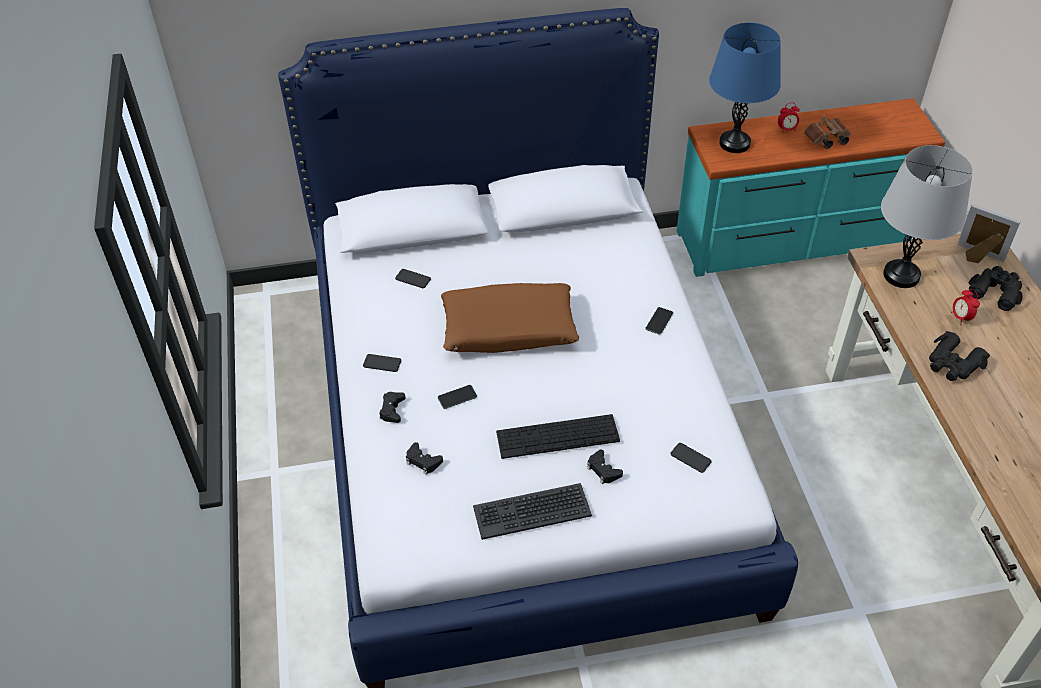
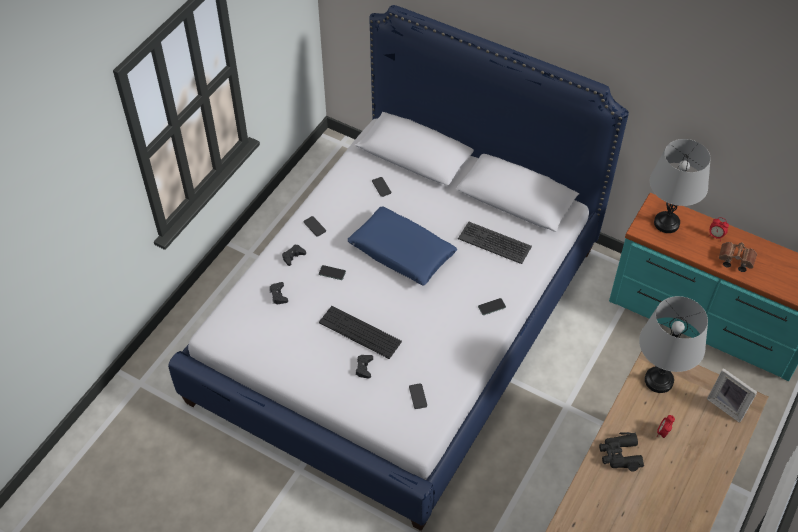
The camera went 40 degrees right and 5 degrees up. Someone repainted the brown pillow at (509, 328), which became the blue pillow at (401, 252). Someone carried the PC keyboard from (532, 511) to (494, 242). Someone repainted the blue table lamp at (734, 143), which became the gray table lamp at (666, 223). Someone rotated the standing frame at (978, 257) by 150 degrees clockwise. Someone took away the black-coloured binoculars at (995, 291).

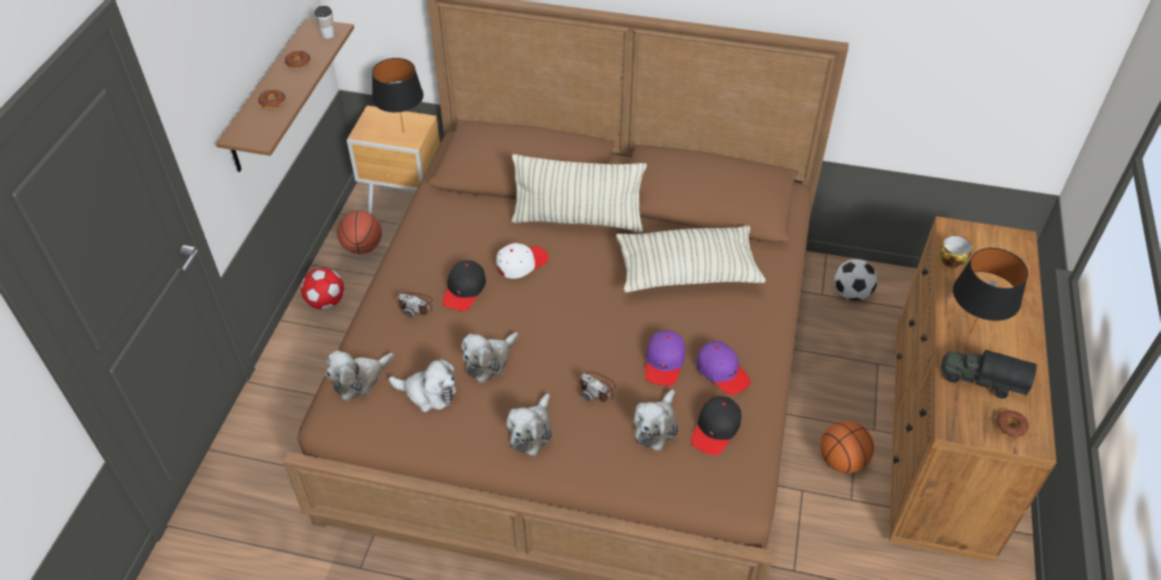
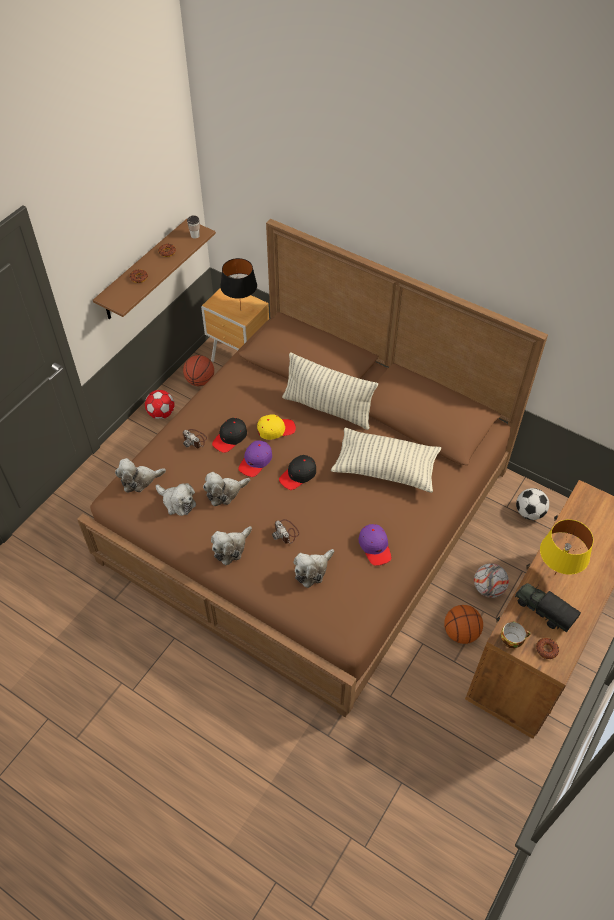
The camera went 20 degrees right and 5 degrees up. Someone carried the purple-coloured peaked cap from (664, 362) to (255, 461). Someone repainted the white-coloured peaked cap at (521, 263), which became the yellowish peaked cap at (276, 429). Someone carried the black-coloured peaked cap from (716, 429) to (298, 475). Someone put down the football at (488, 588). Someone carried the small cup from (952, 259) to (512, 639). Someone repainted the black-coloured table lamp at (970, 334), which became the yellowish table lamp at (554, 575).

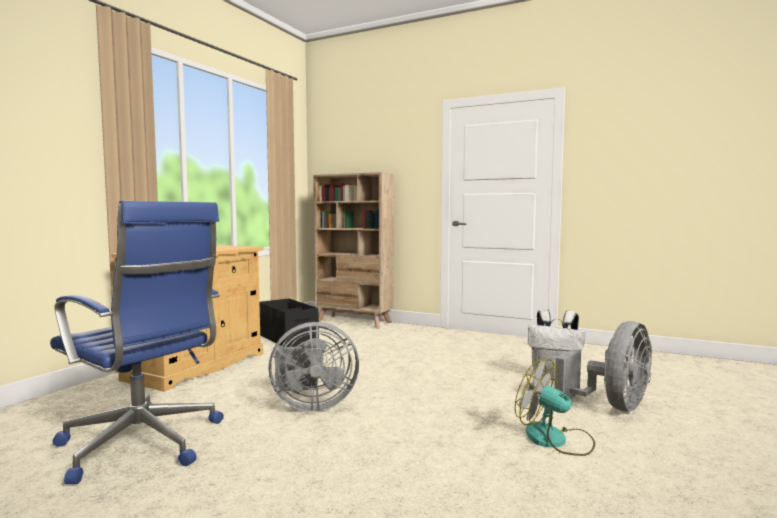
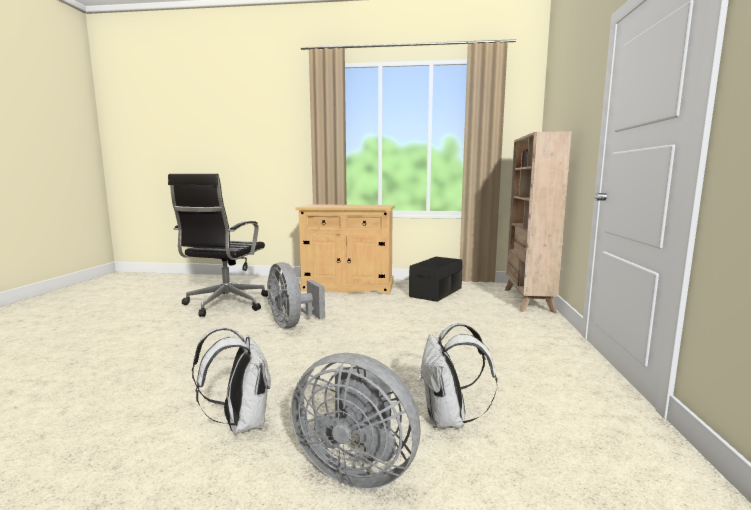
The camera went 70 degrees right and 5 degrees up. Someone repainted the blue office chair at (143, 445), which became the black-coloured office chair at (225, 304). Someone swapped the fan at (555, 440) for the white-coloured knapsack at (241, 423).

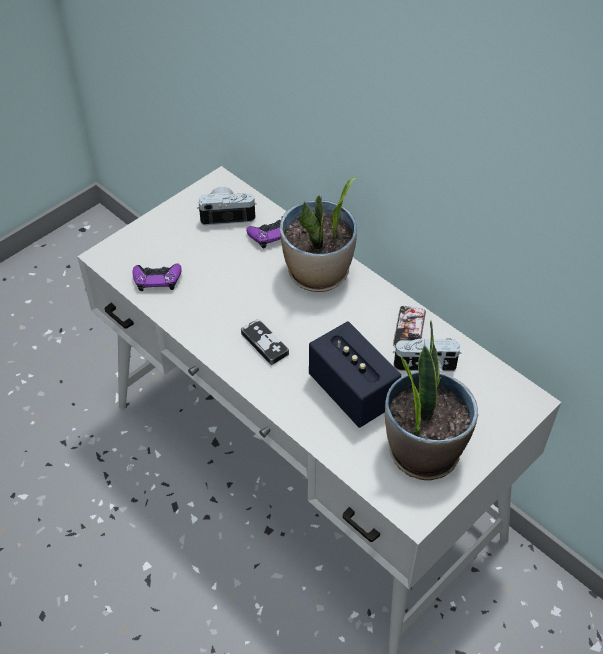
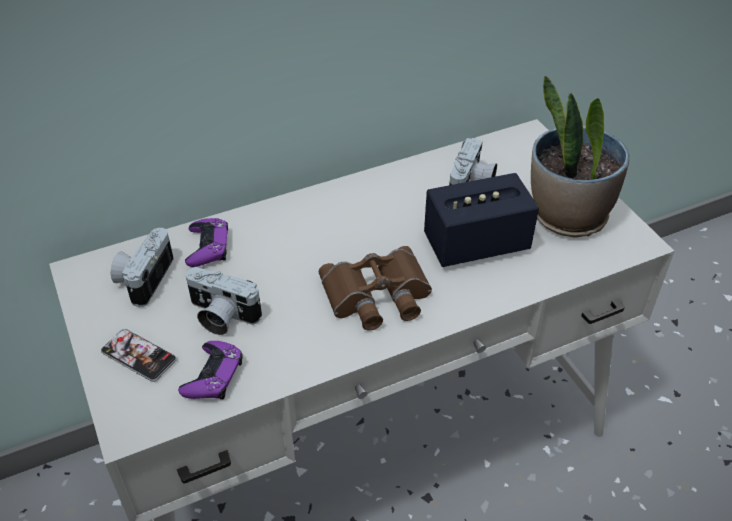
The camera went 70 degrees left and 5 degrees down. Someone carried the phone from (409, 328) to (139, 356). Someone put down the still camera at (221, 316). Someone swapped the joypad at (264, 343) for the brown binoculars at (377, 296). Someone took away the houseplant at (318, 274).

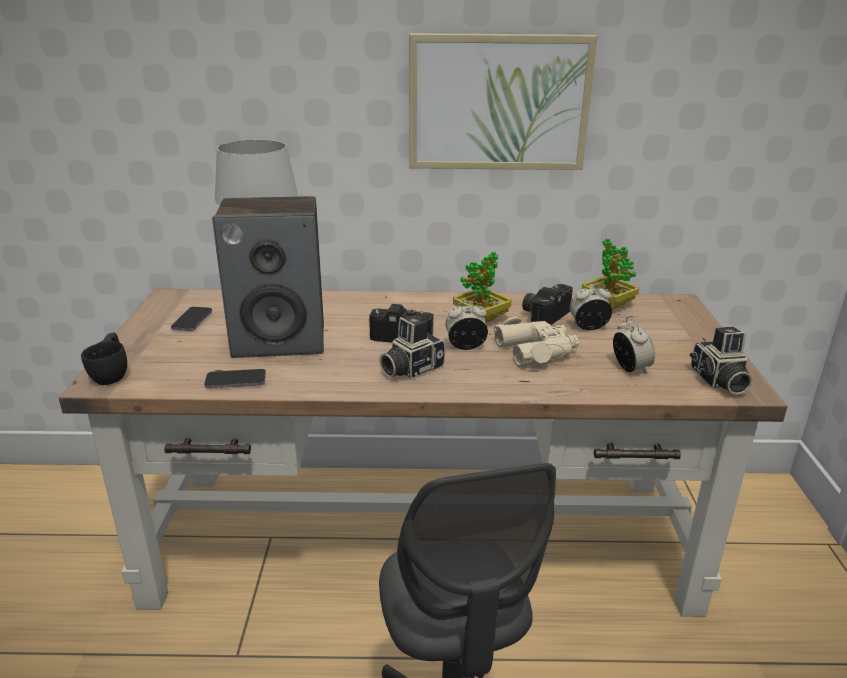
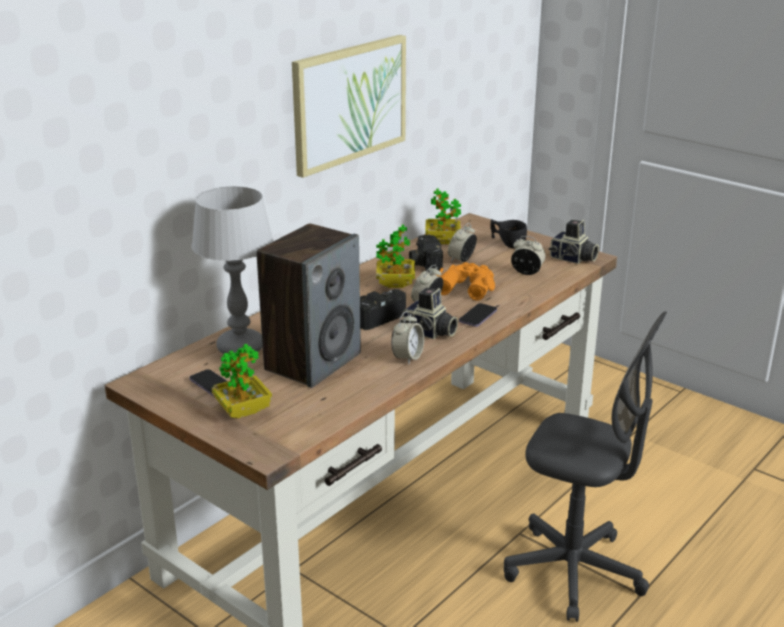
The camera went 50 degrees left and 0 degrees up. Someone put down the houseplant at (243, 410). Someone put down the table clock at (407, 357). Someone rotated the still camera at (410, 369) by 60 degrees counterclockwise. Someone repainted the beige binoculars at (537, 350), which became the orangey binoculars at (466, 286). Someone carried the phone from (235, 381) to (478, 316). Someone carried the black-coloured small cup from (112, 373) to (507, 243).

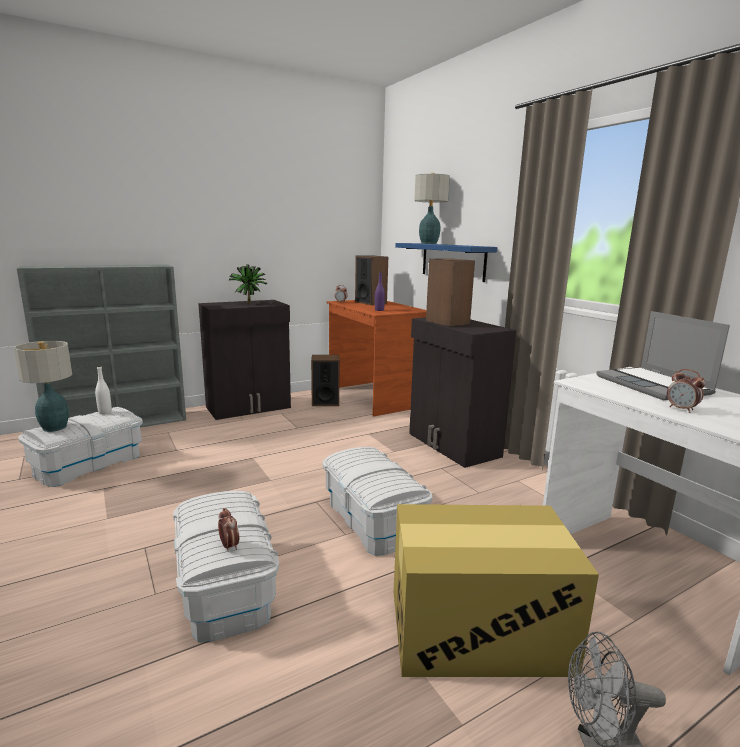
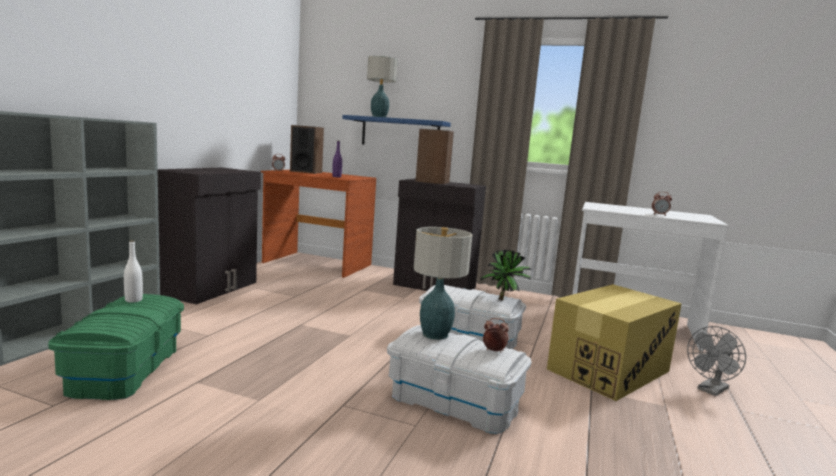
The camera went 40 degrees left and 5 degrees down. Someone repainted the white-coloured storage container at (88, 464), which became the green storage container at (125, 369). Someone carried the table lamp from (55, 428) to (436, 334). Someone carried the houseplant from (250, 303) to (504, 300). Someone took away the audio speaker at (325, 402). Someone took away the notebook computer at (654, 386).

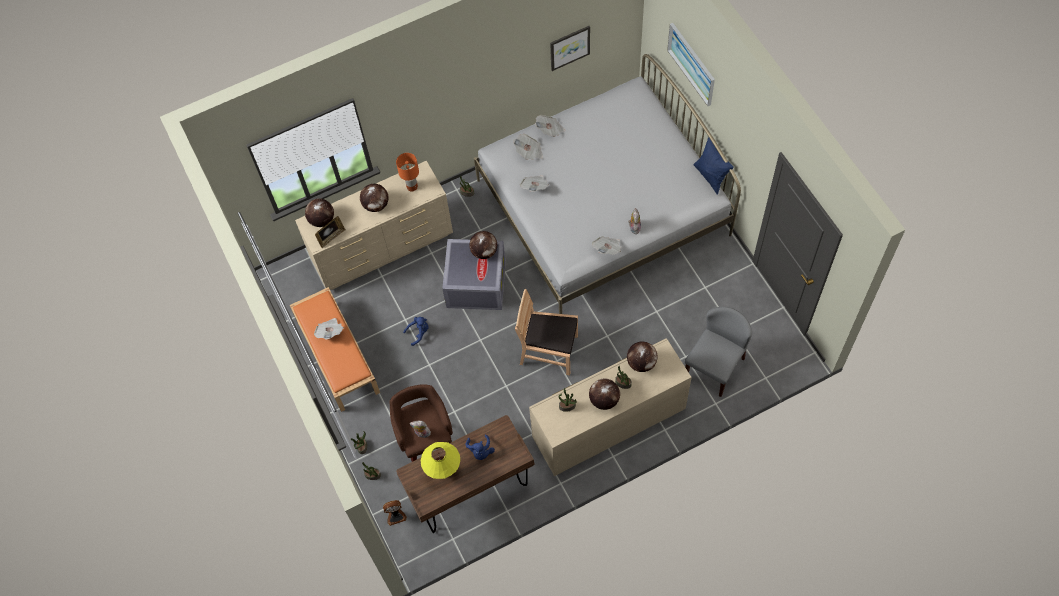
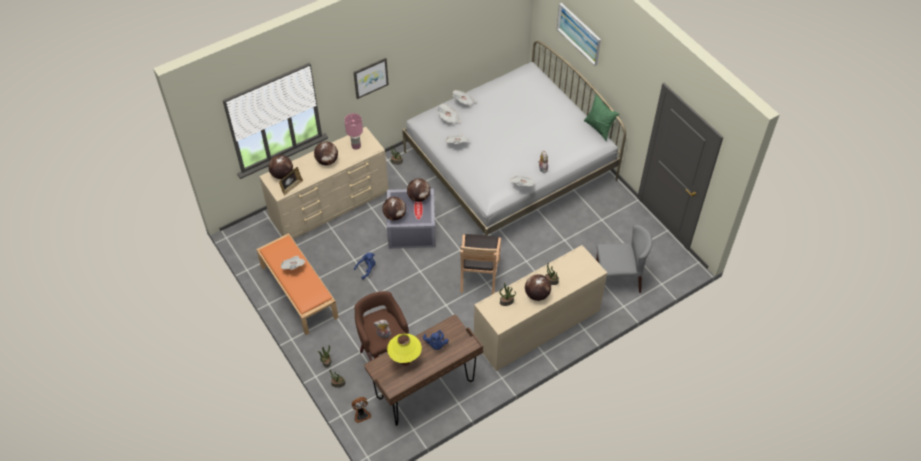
The camera went 10 degrees left and 10 degrees down. Someone repainted the orangey table lamp at (412, 186), which became the pinkish table lamp at (356, 146). Someone carried the picture from (569, 47) to (370, 77). Someone carried the world globe from (641, 363) to (395, 216). Someone rotated the brown plain chair at (549, 351) by 90 degrees counterclockwise. Someone repainted the blue pillow at (711, 176), which became the green pillow at (599, 128). Someone rotated the gray plain chair at (714, 367) by 60 degrees clockwise.

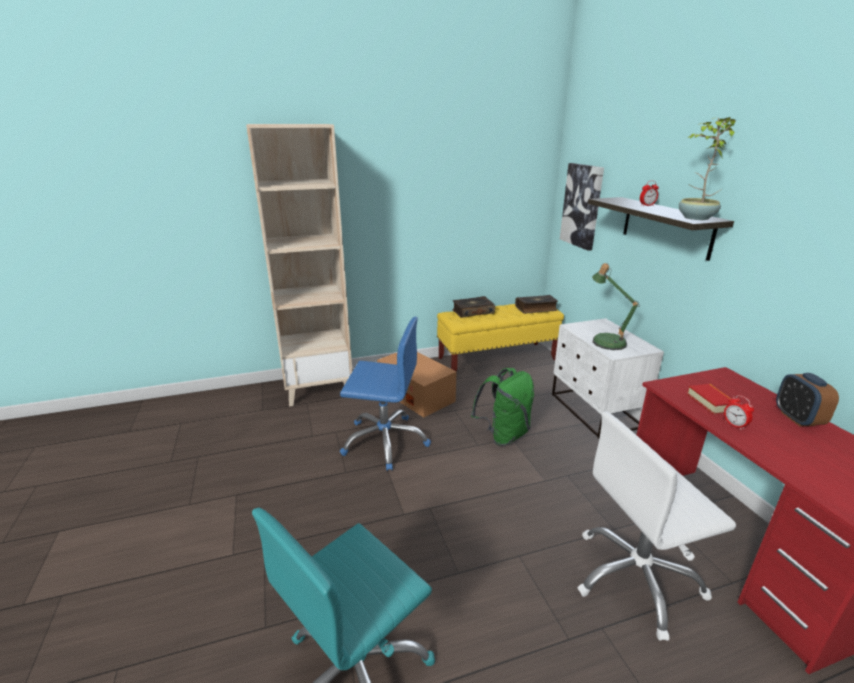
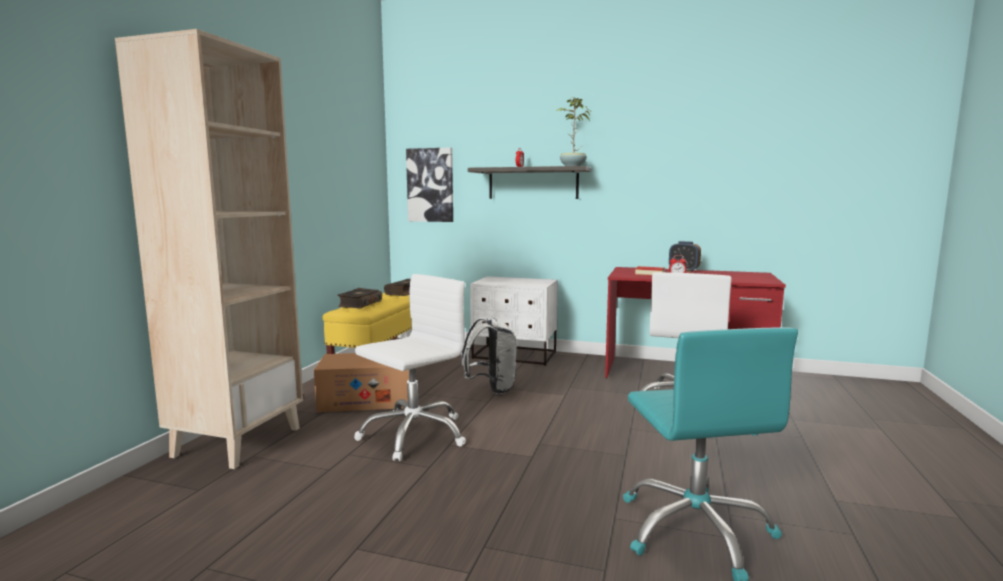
The camera went 55 degrees left and 15 degrees down. Someone repainted the blue office chair at (385, 441), which became the white-coloured office chair at (414, 434). Someone repainted the green knapsack at (503, 435), which became the white-coloured knapsack at (491, 389). Someone took away the table lamp at (606, 340).

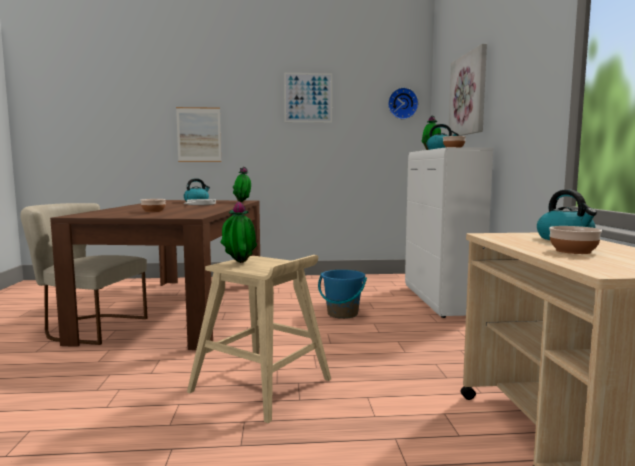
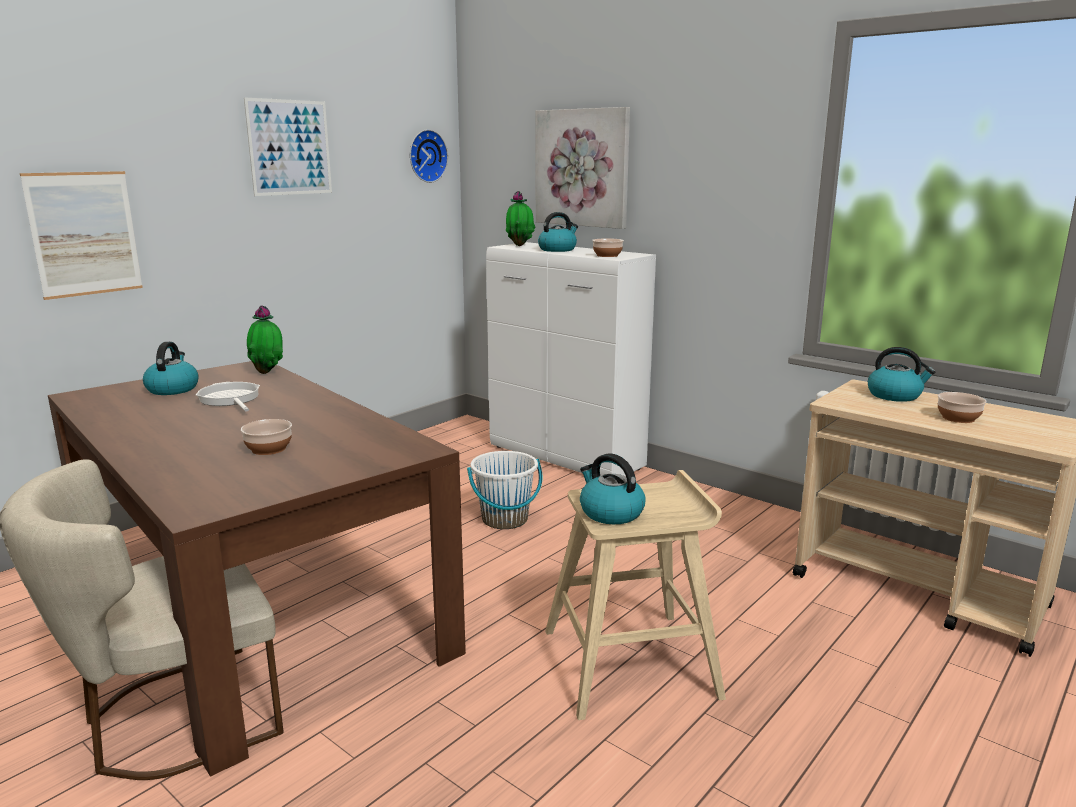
The camera went 45 degrees left and 10 degrees up. Someone repainted the blue water bucket at (342, 314), which became the white-coloured water bucket at (505, 520). Someone swapped the houseplant at (239, 263) for the water kettle at (610, 512).

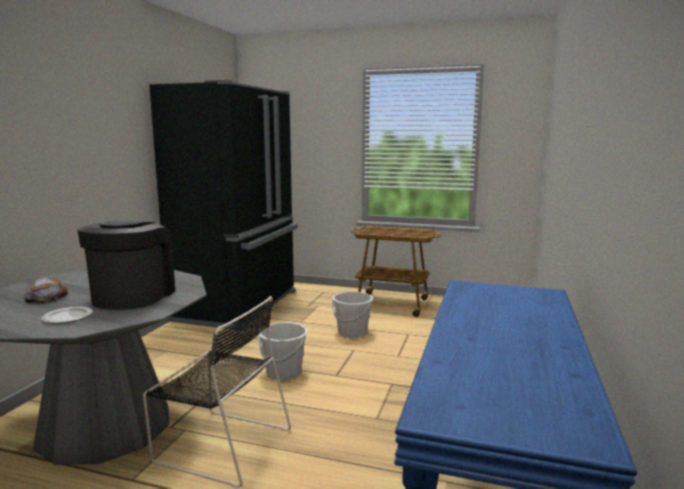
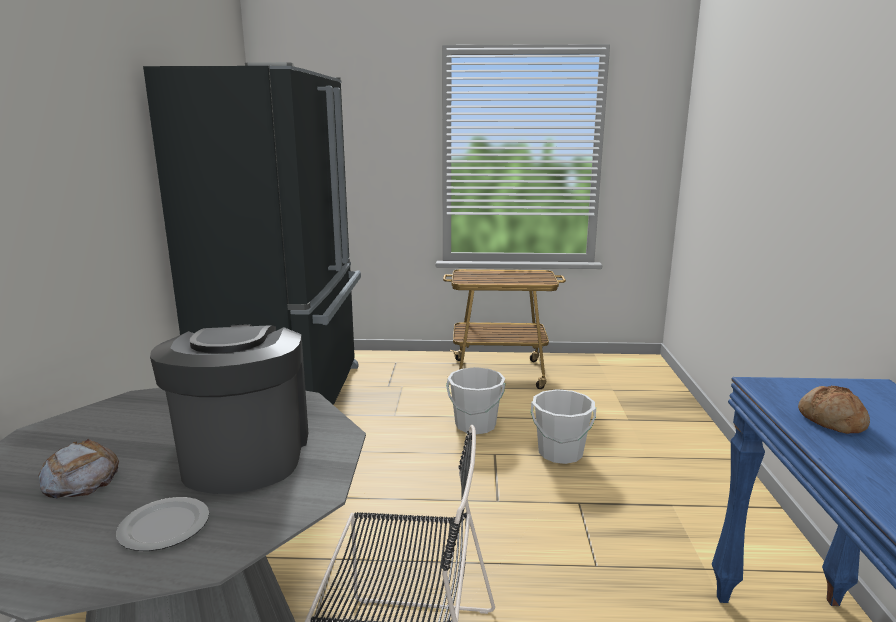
The camera went 15 degrees left and 5 degrees up. Someone carried the white-coloured water bucket from (284, 373) to (560, 453). Someone put down the baked bread at (830, 421).

